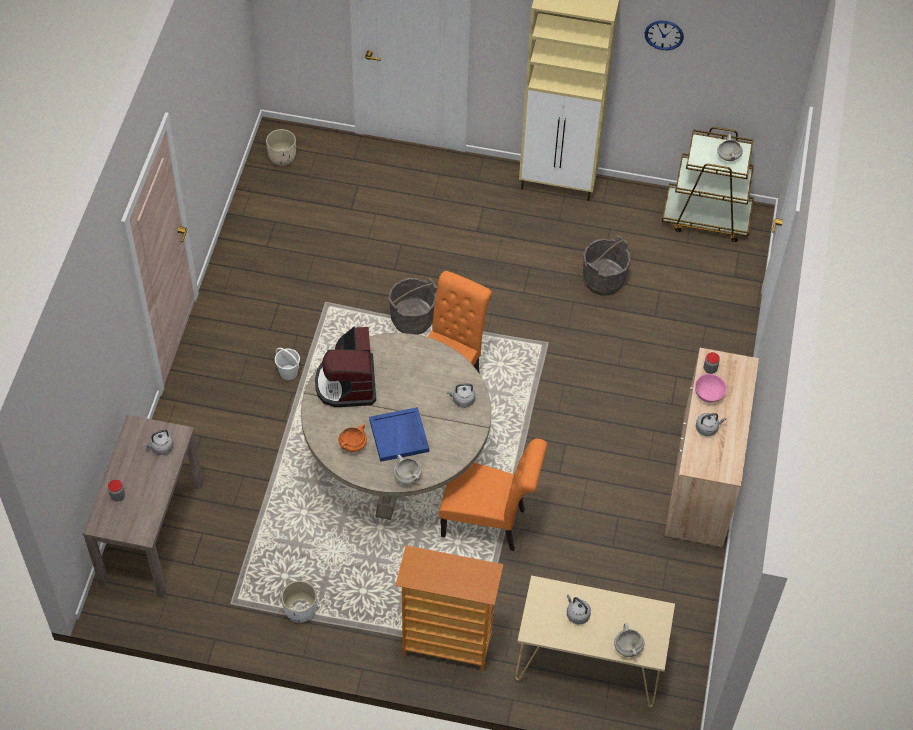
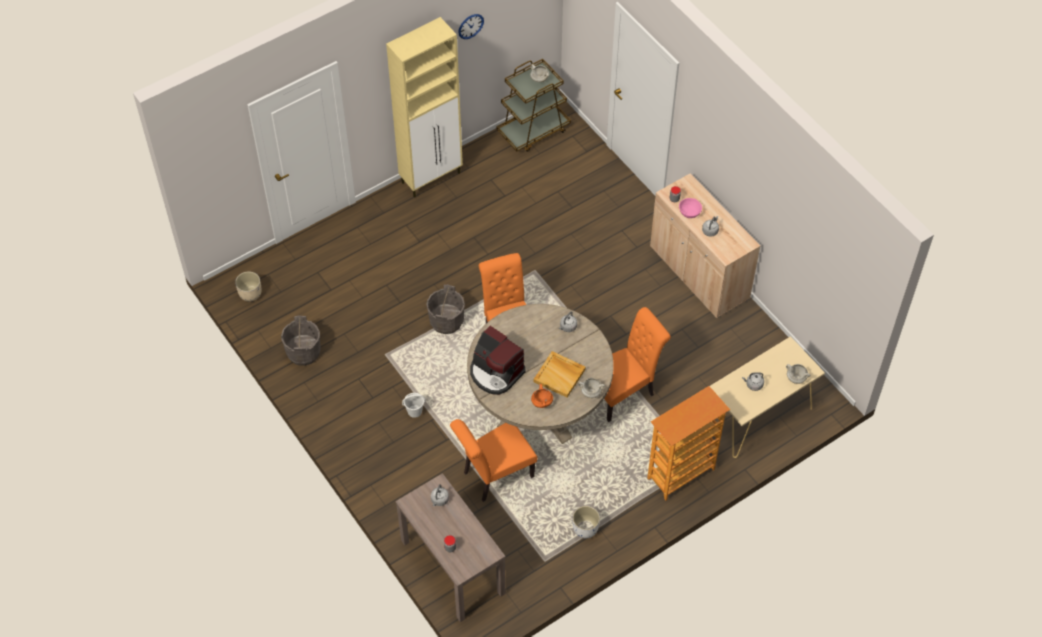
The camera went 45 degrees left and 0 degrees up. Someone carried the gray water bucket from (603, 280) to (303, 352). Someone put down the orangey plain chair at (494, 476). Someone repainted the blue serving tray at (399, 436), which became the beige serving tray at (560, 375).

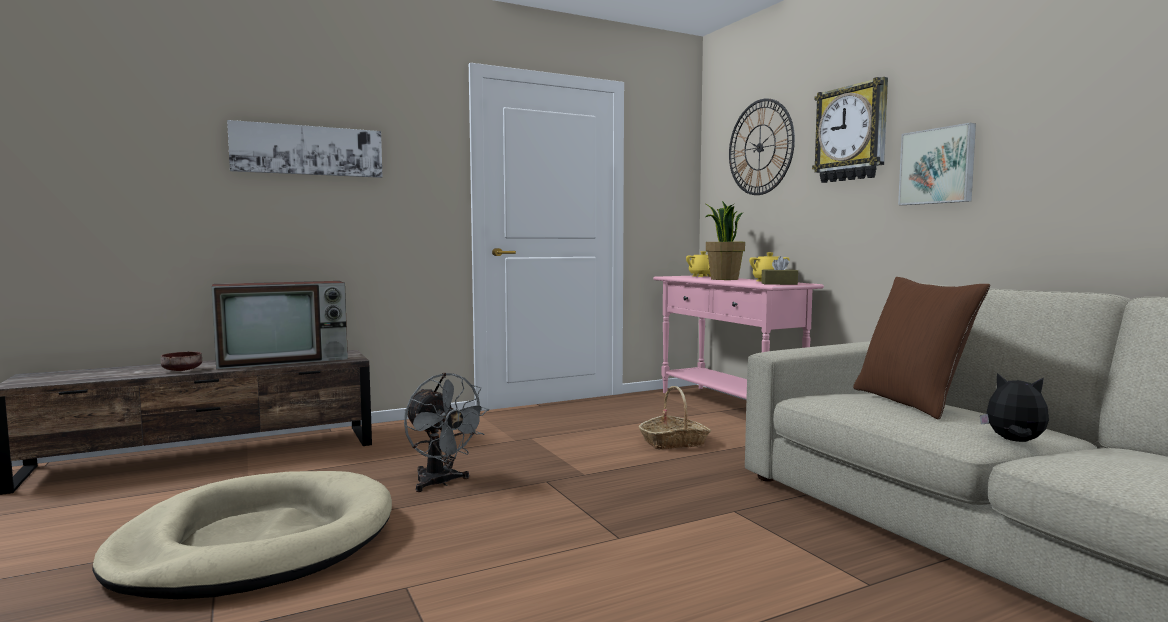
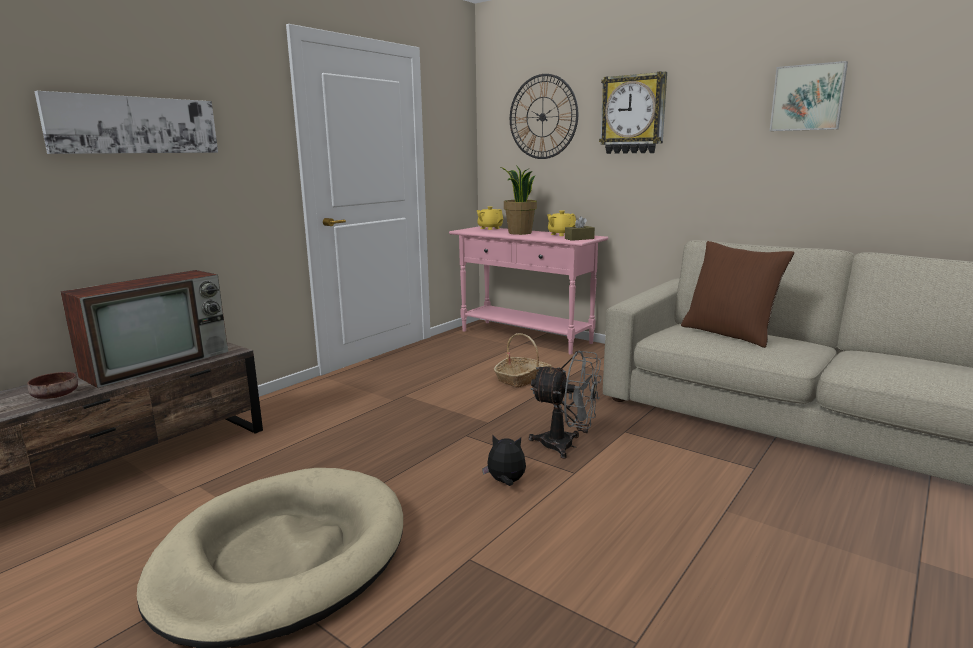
The camera went 25 degrees left and 10 degrees up. Someone carried the plush toy from (1014, 441) to (506, 482). Someone carried the gray fan from (441, 483) to (566, 446). Someone carried the picture from (938, 166) to (808, 98).

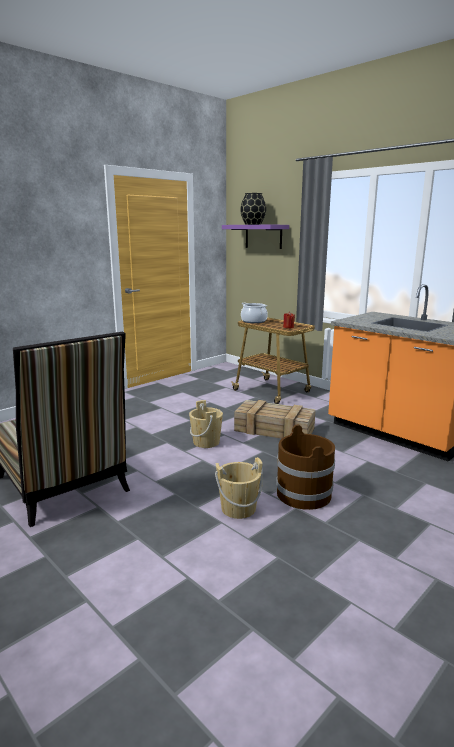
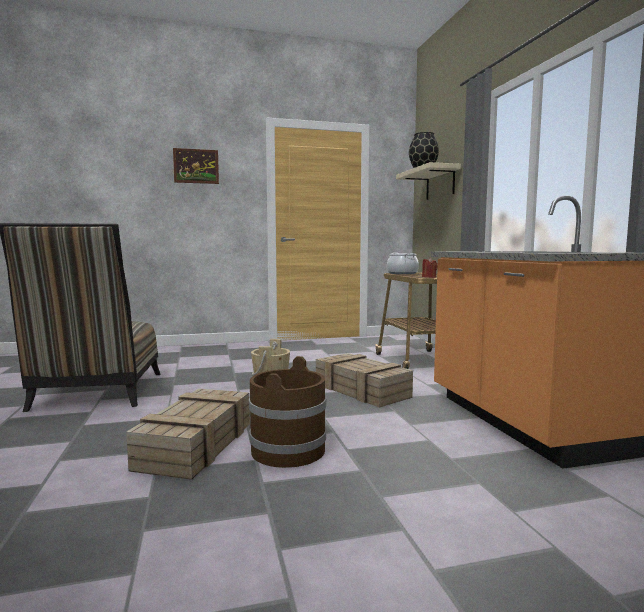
The camera went 30 degrees right and 10 degrees down. Someone swapped the beige water bucket at (238, 508) for the shipping crate at (196, 444). Someone put up the picture at (196, 166). Someone repainted the purple-coloured wall shelf at (263, 236), which became the beige wall shelf at (440, 183).

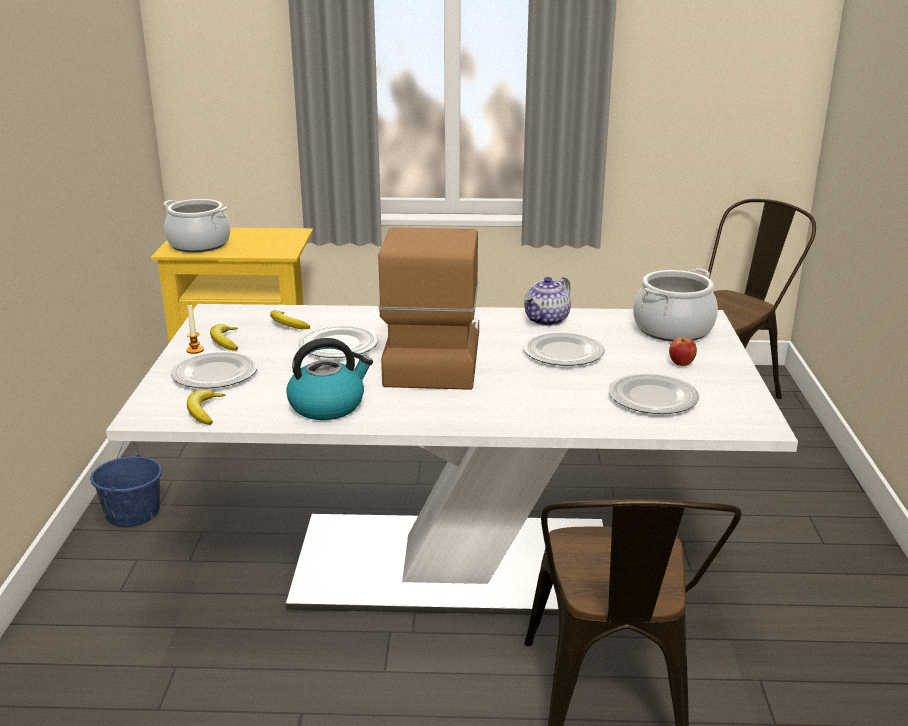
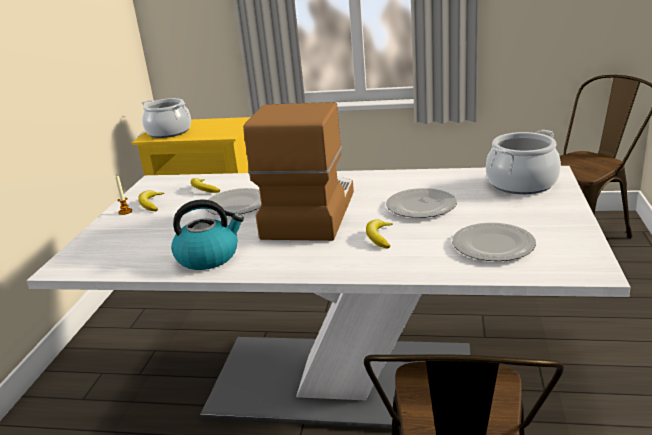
The camera went 10 degrees right and 0 degrees up. Someone carried the banana from (204, 411) to (379, 237). Someone took away the blue water bucket at (133, 512). Someone took away the flat dish at (214, 374). Someone took away the pot for tea at (547, 320). Someone took away the apple at (681, 363).

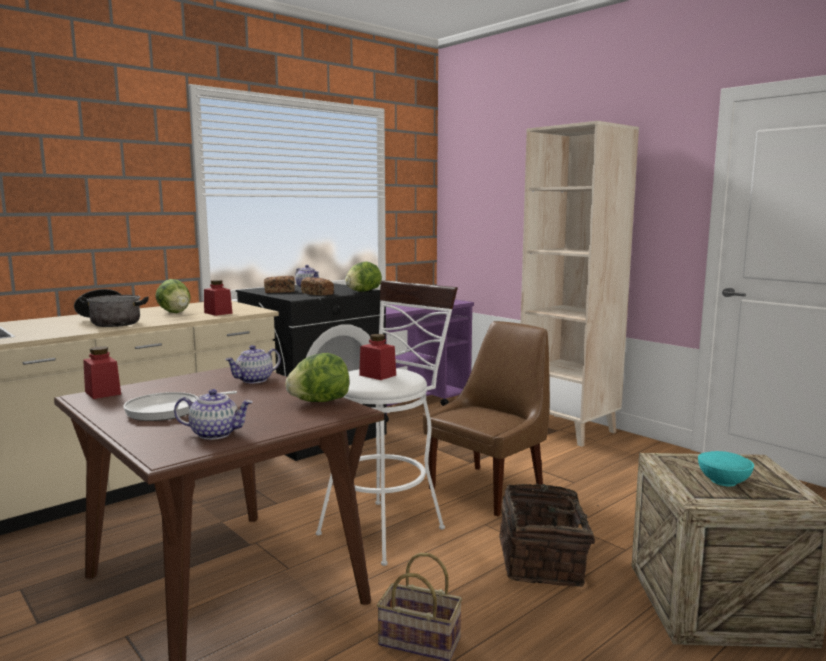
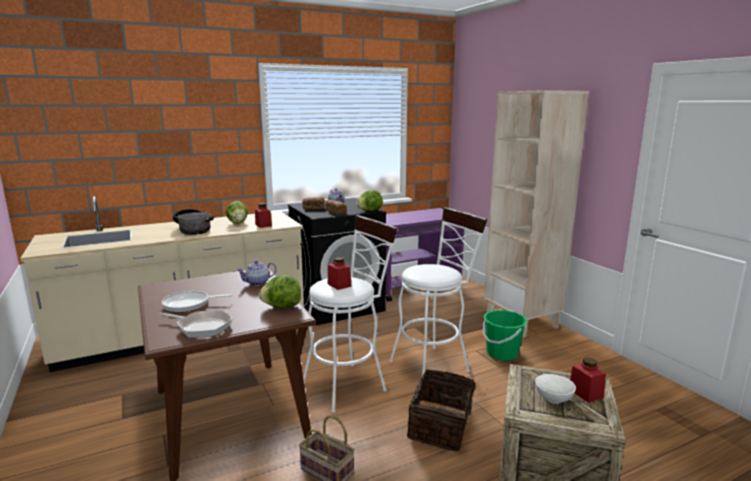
The camera went 15 degrees right and 5 degrees up. Someone swapped the pot for tea at (215, 434) for the frying pan at (201, 327). Someone swapped the brown plain chair at (489, 489) for the white-coloured sitting stool at (434, 364). Someone put down the green water bucket at (502, 354). Someone repainted the blue-green bowl at (722, 481), which became the white-coloured bowl at (553, 398). Someone carried the red-coloured jar from (103, 393) to (585, 393).

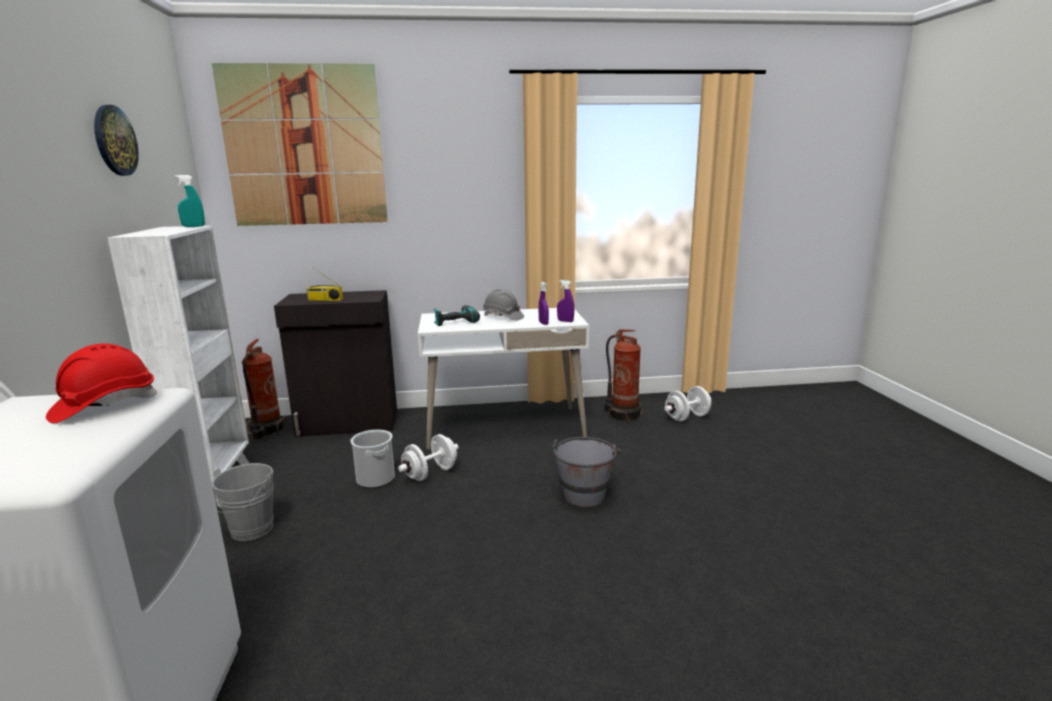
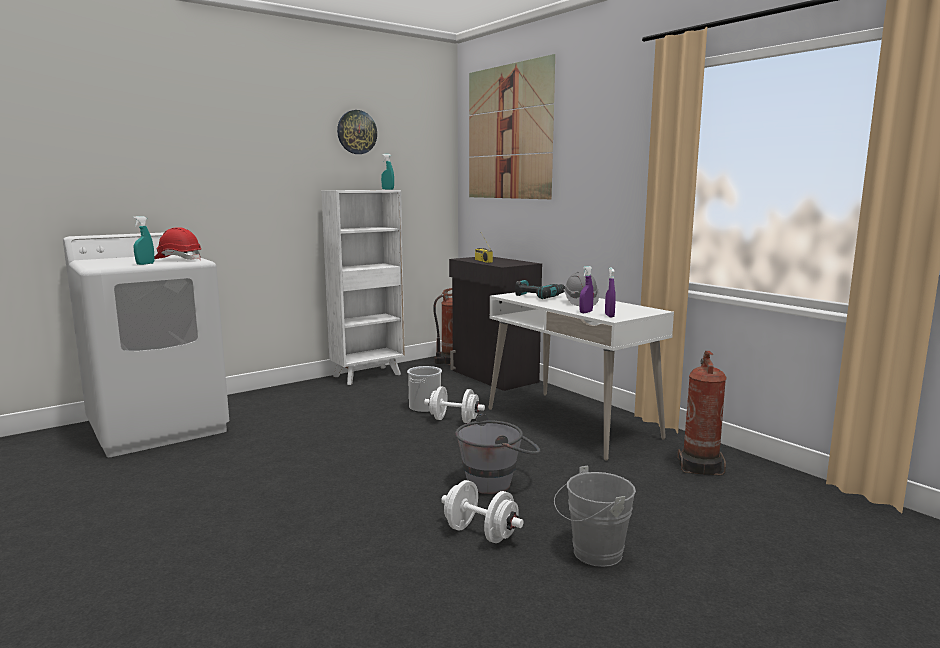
The camera went 60 degrees right and 5 degrees down. Someone put down the blue-green hand sprayer at (145, 264). Someone carried the white-coloured dumbbell from (687, 417) to (481, 533). Someone carried the gray water bucket from (249, 531) to (592, 554).

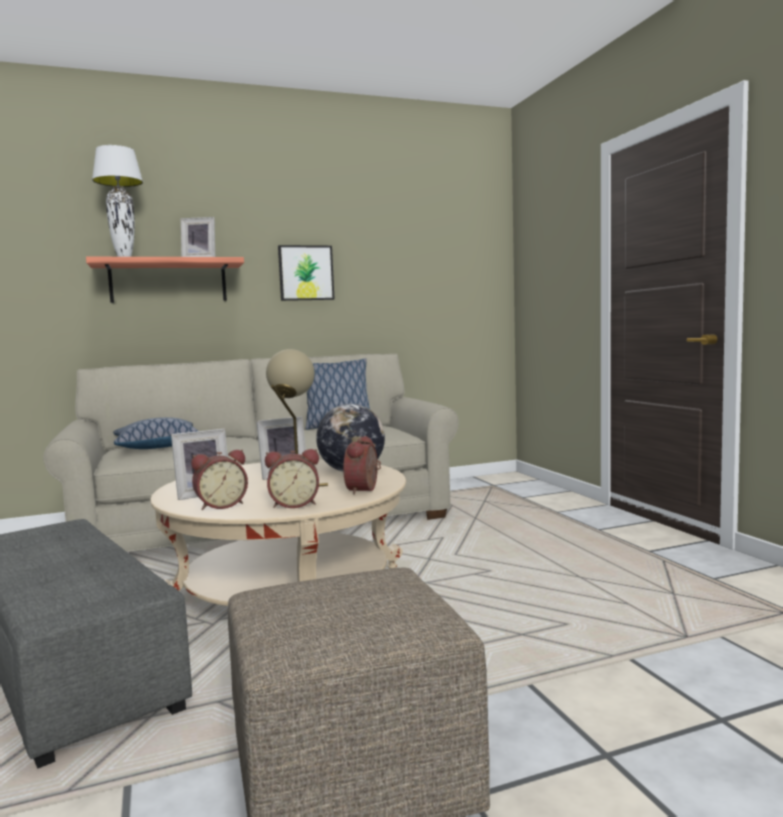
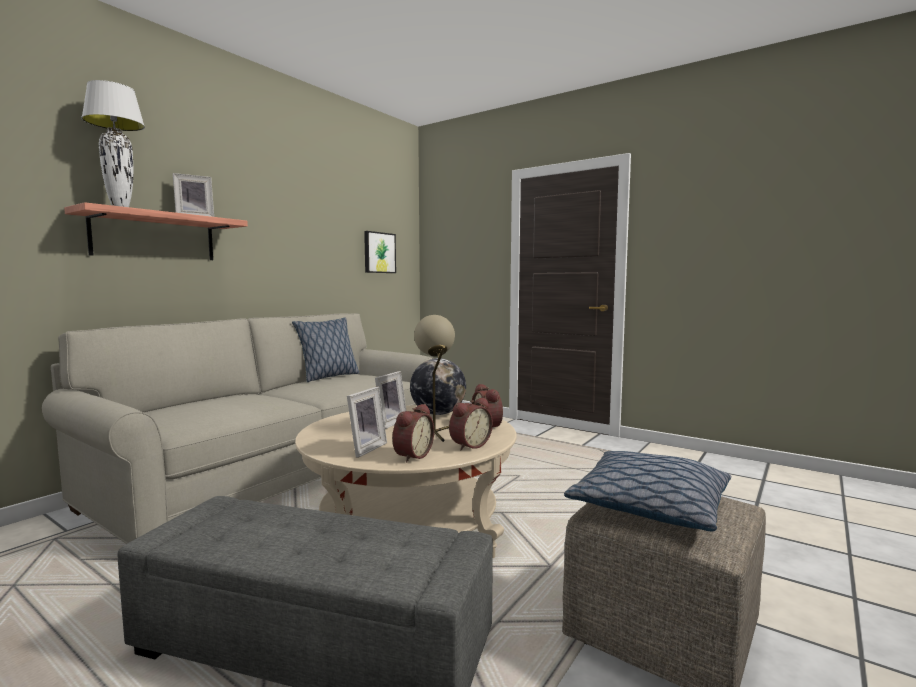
The camera went 35 degrees left and 0 degrees up. Someone carried the picture from (305, 273) to (379, 252). Someone carried the pillow from (156, 446) to (649, 506).

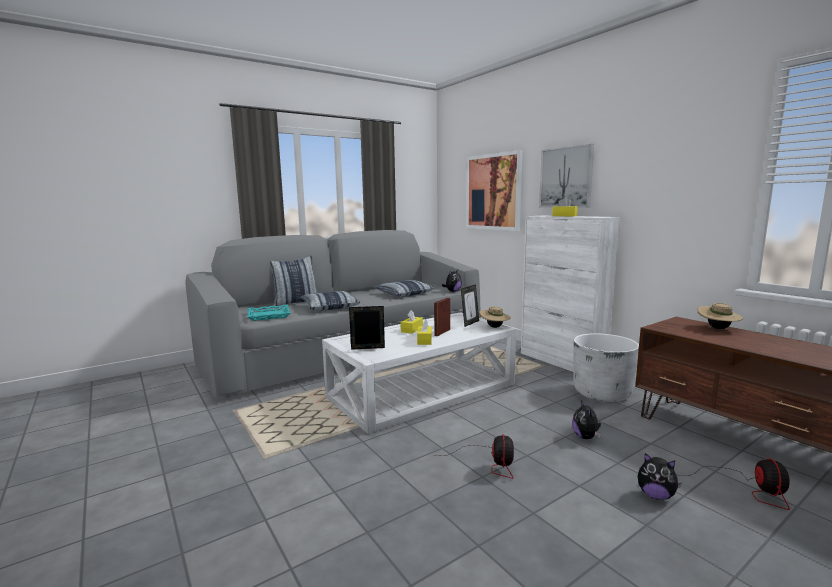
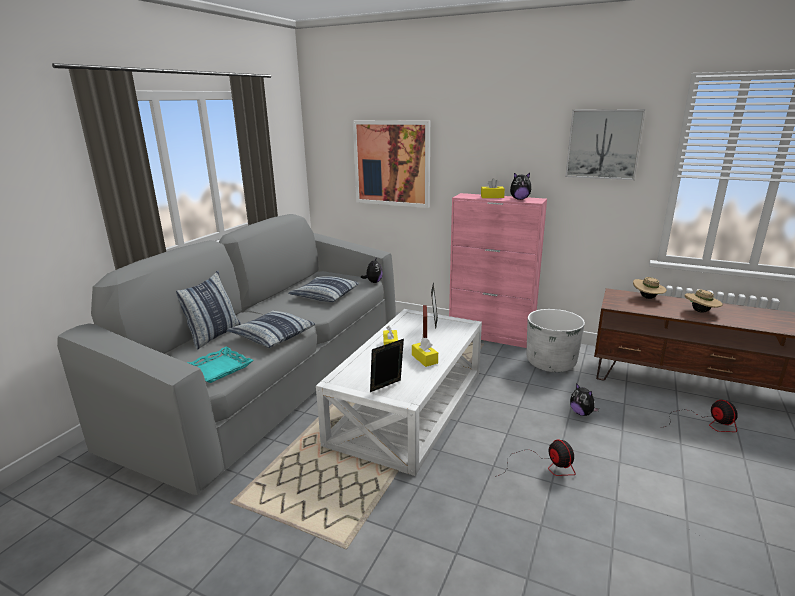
The camera went 30 degrees left and 10 degrees up. Someone repainted the white-coloured cabinet at (562, 362), which became the pinkish cabinet at (491, 335). Someone carried the plush toy from (656, 495) to (519, 199). Someone carried the picture from (566, 177) to (603, 144). Someone carried the beige wearable hat from (494, 327) to (700, 311).

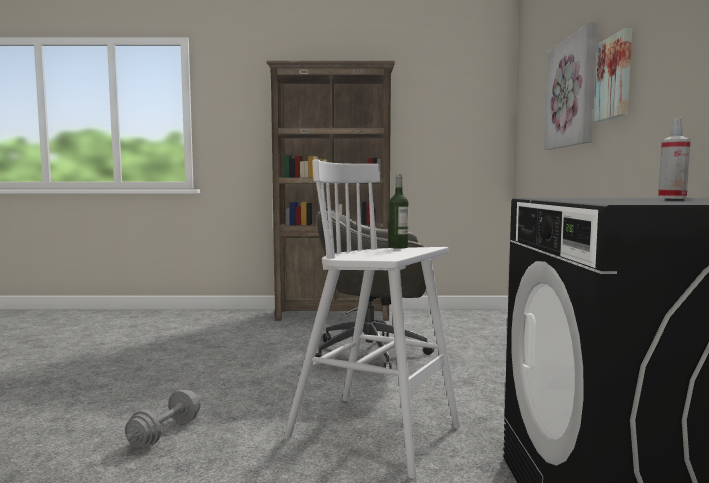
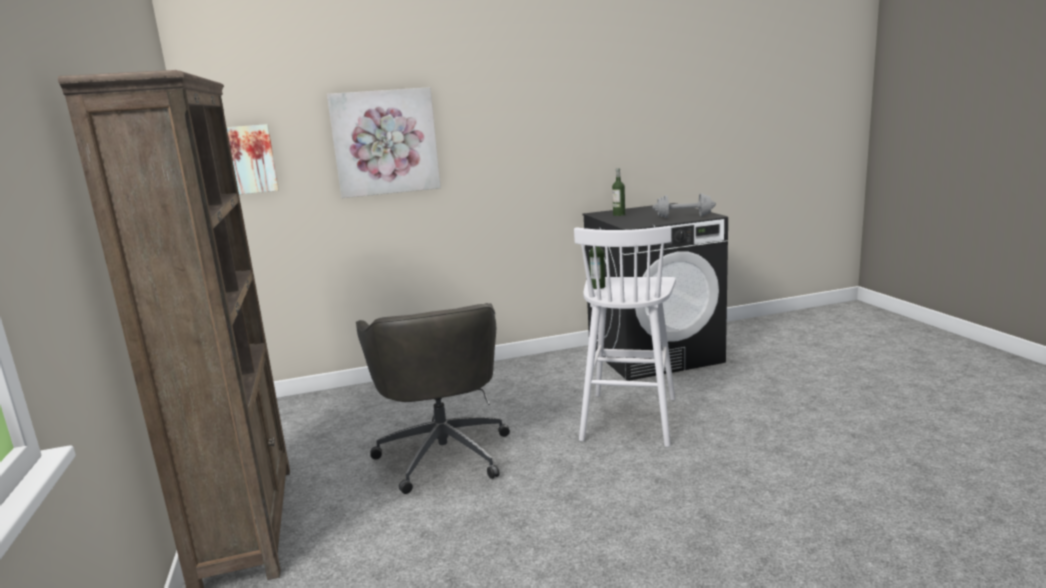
The camera went 105 degrees left and 10 degrees up. Someone carried the picture from (616, 77) to (250, 159). Someone swapped the hand sprayer at (672, 198) for the beverage bottle at (619, 215). Someone carried the gray dumbbell from (165, 433) to (683, 217).

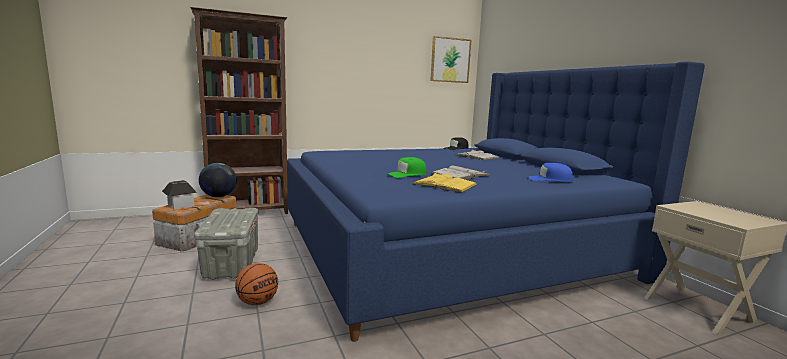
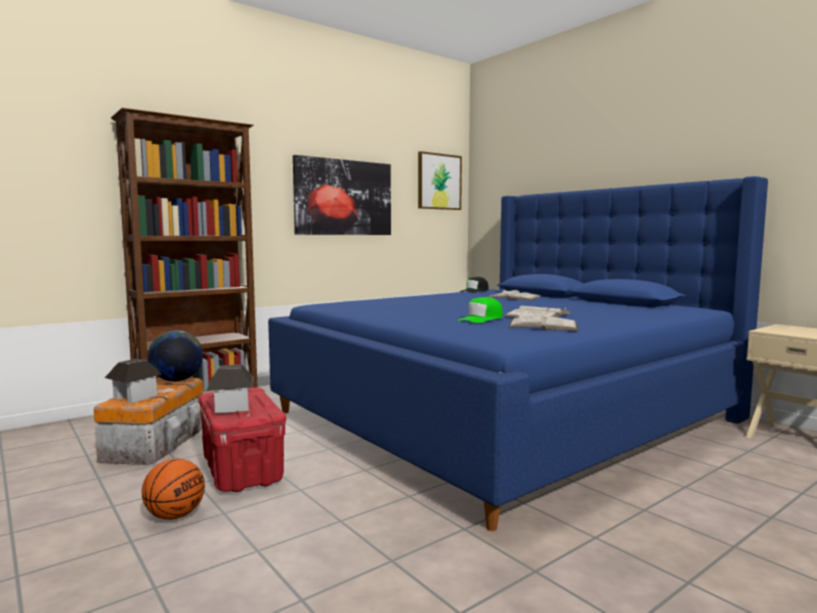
The camera went 15 degrees left and 5 degrees down. Someone carried the ball for basketball from (257, 302) to (175, 516). Someone repainted the gray storage container at (231, 264), which became the red-coloured storage container at (241, 470). Someone put down the miniature house at (231, 407). Someone put up the picture at (343, 197). Someone repainted the yellowish bound book at (444, 184), which became the white-coloured bound book at (543, 325). Someone took away the blue peaked cap at (550, 180).

